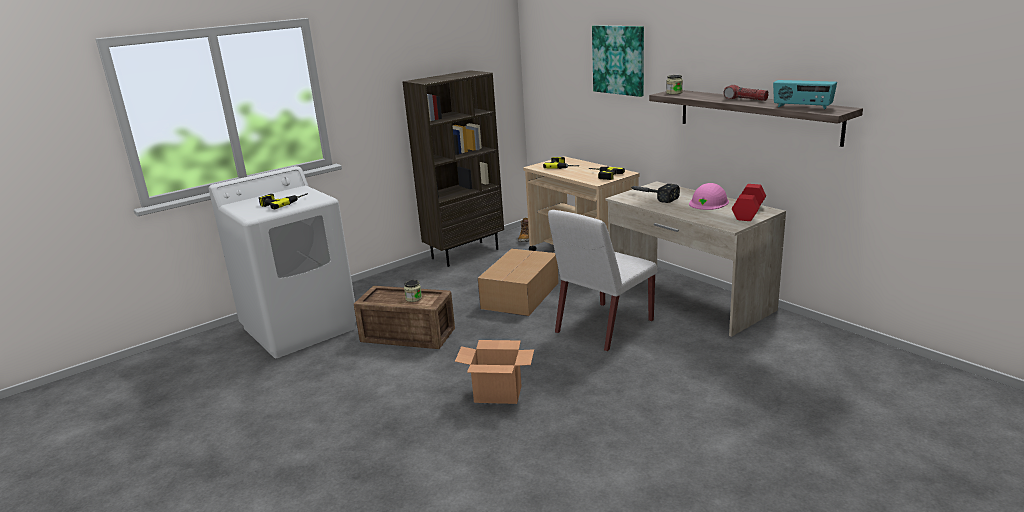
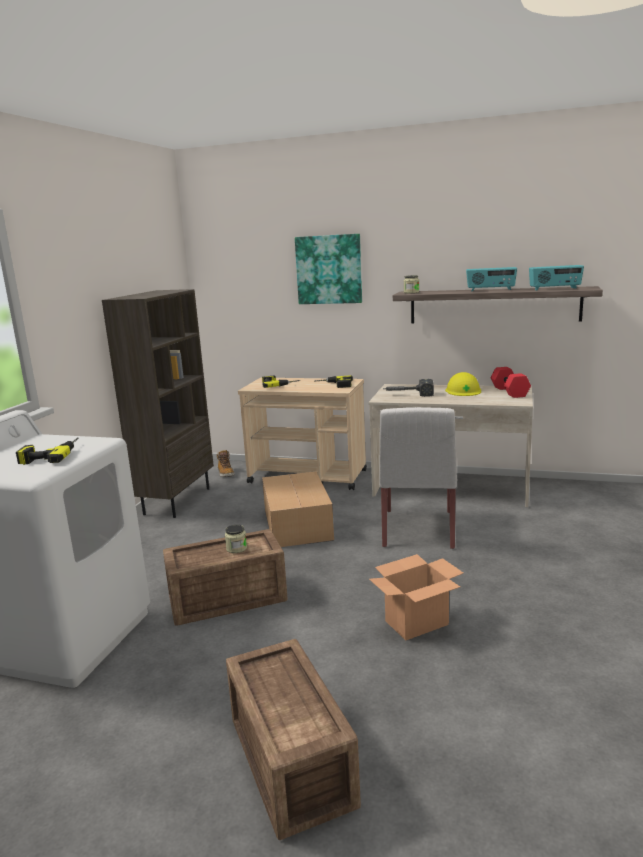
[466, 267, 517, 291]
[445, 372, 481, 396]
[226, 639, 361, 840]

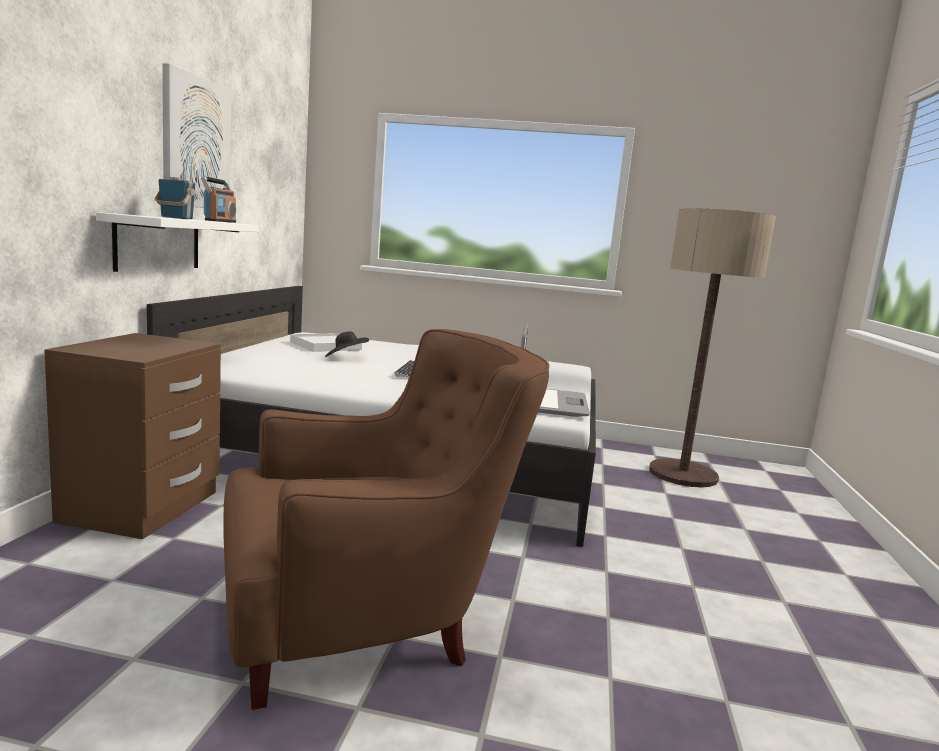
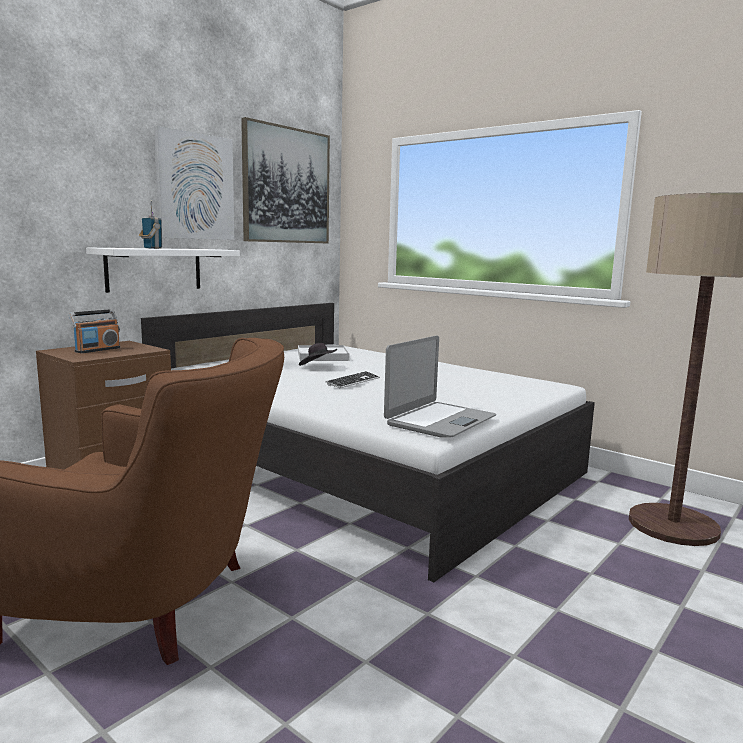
[69, 309, 120, 353]
[241, 117, 330, 243]

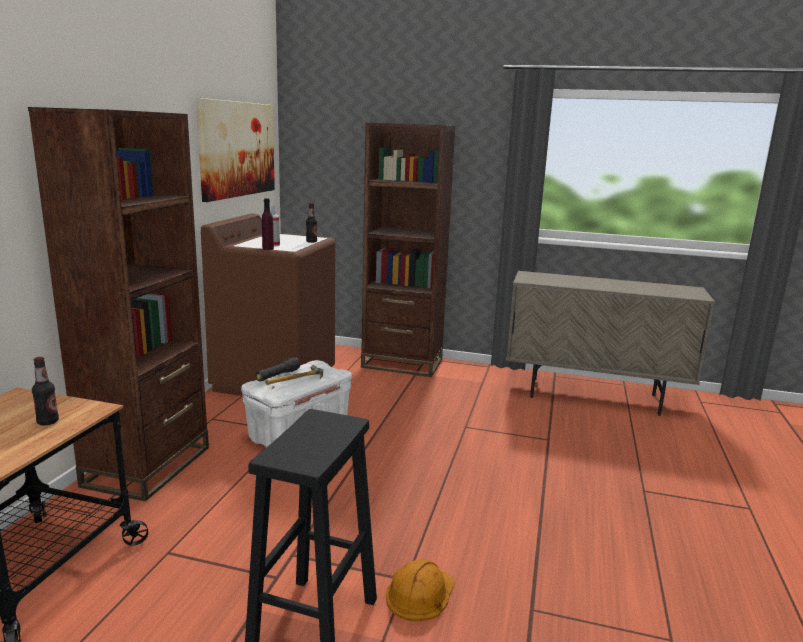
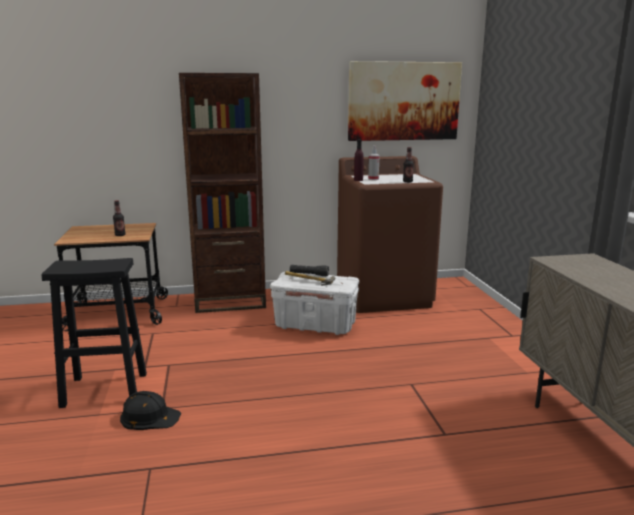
[361, 123, 456, 377] (first image)
[120, 391, 181, 430]

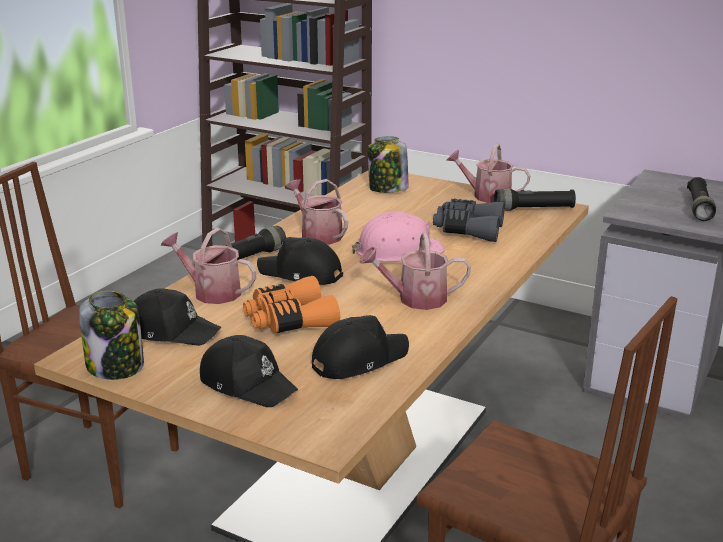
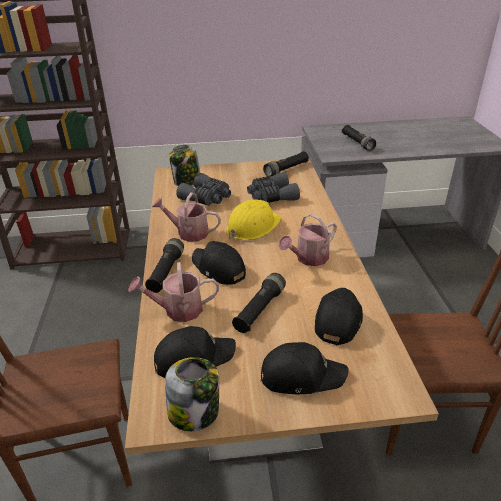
[446, 144, 531, 203] (first image)
[227, 199, 282, 240]
[192, 241, 246, 285]
[232, 273, 286, 333]
[176, 173, 231, 206]

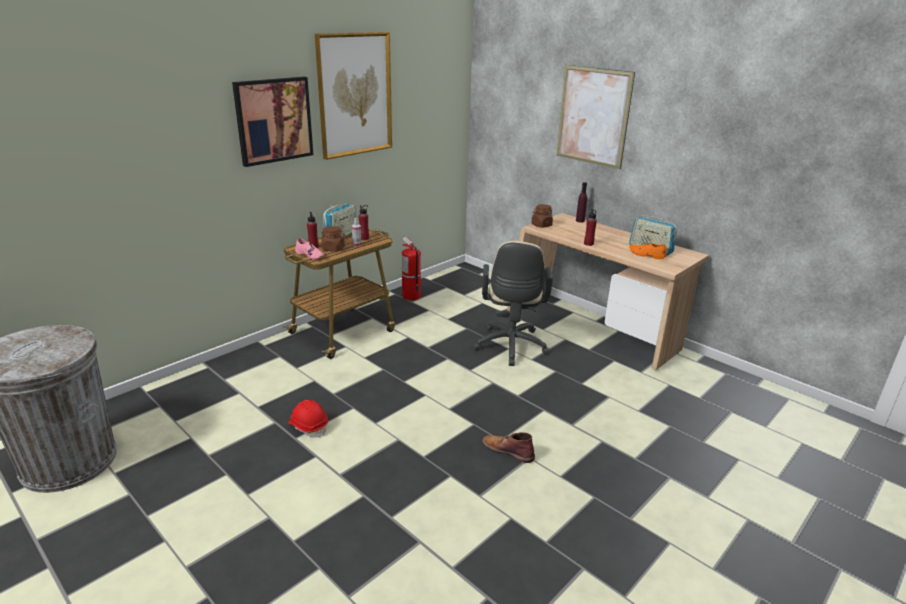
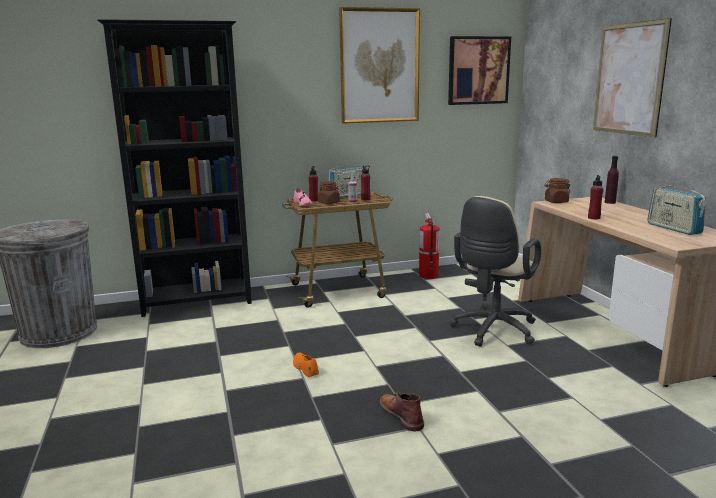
[448, 36, 511, 105]
[293, 352, 319, 377]
[288, 400, 328, 438] (first image)
[98, 19, 252, 317]

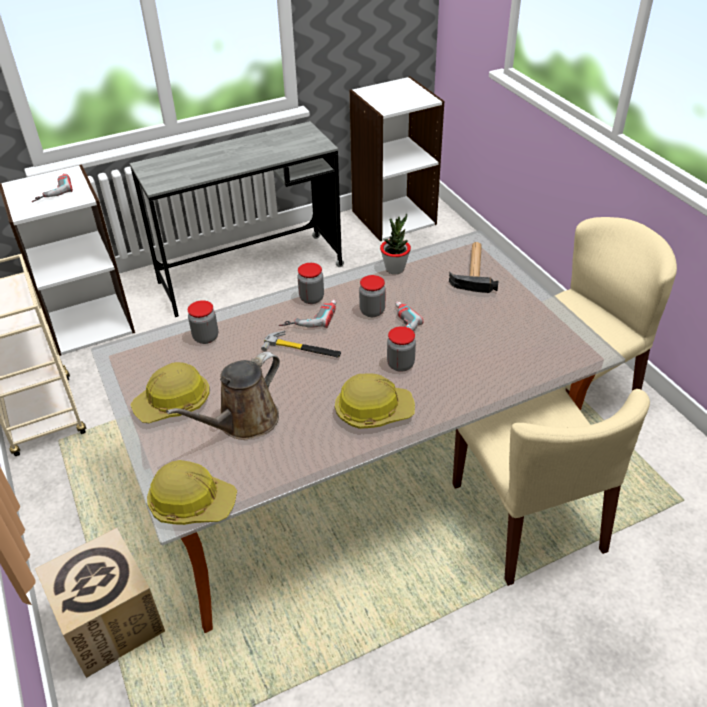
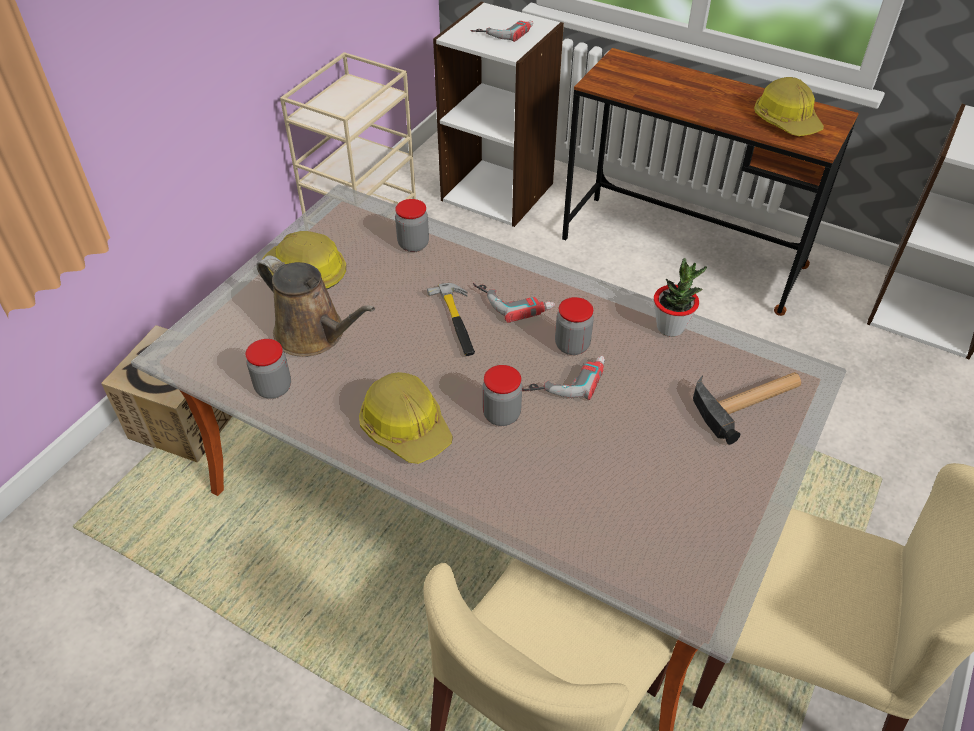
[562, 48, 859, 316]
[246, 339, 291, 399]
[257, 255, 375, 357]
[754, 77, 824, 136]

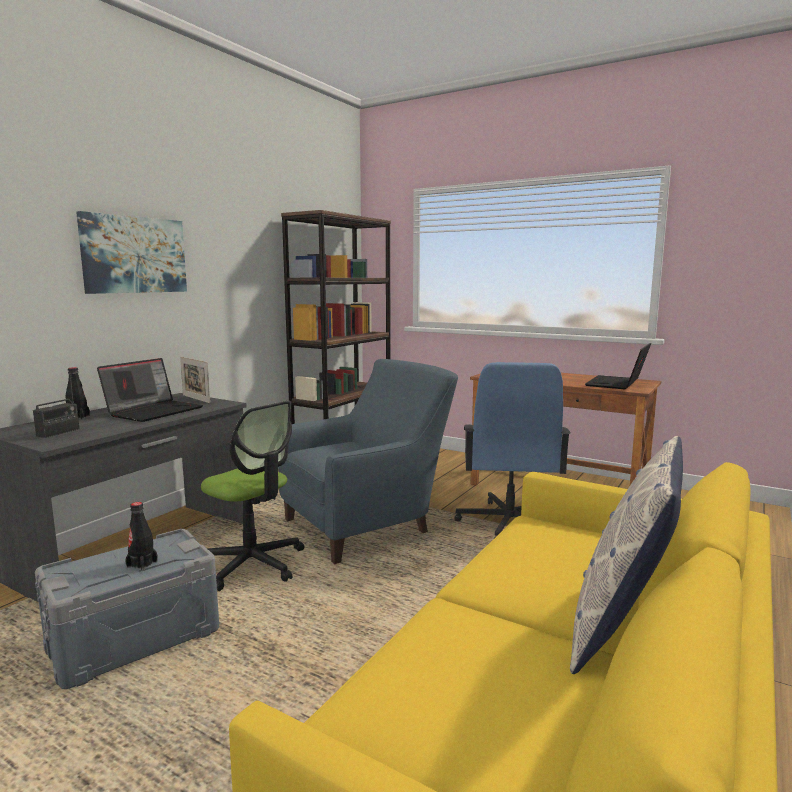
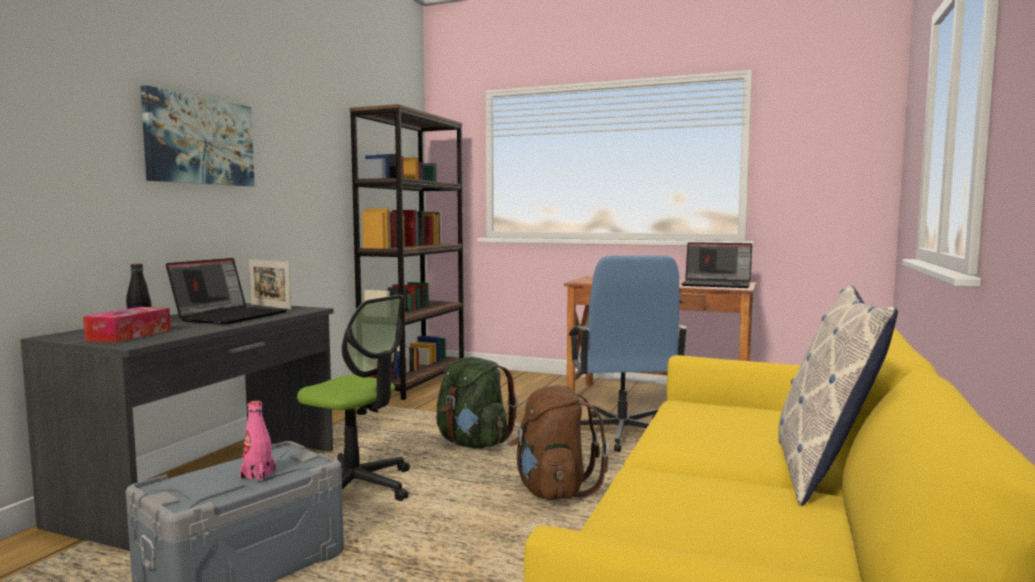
[681, 242, 752, 288]
[436, 357, 518, 448]
[83, 307, 171, 343]
[240, 401, 275, 481]
[508, 385, 609, 500]

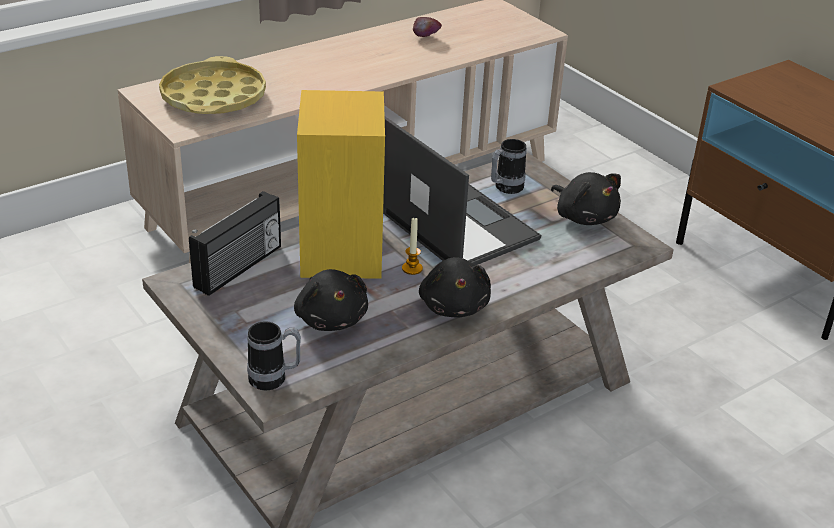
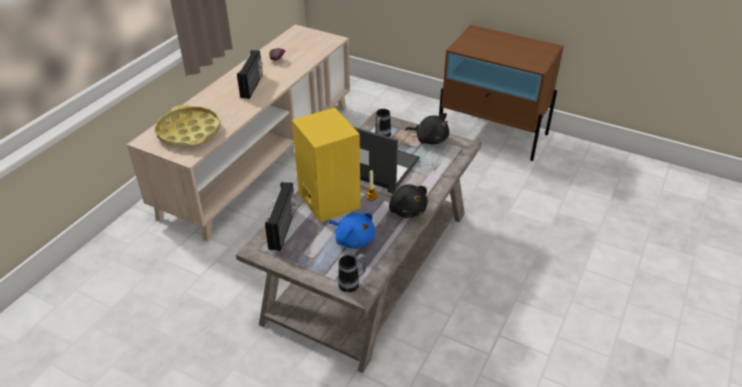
[329, 213, 375, 249]
[237, 50, 263, 99]

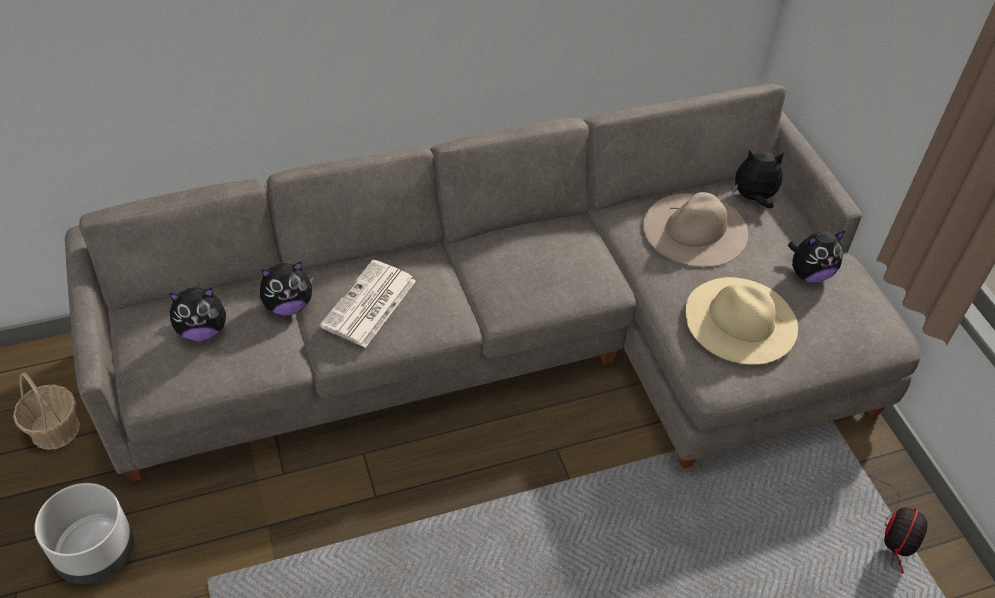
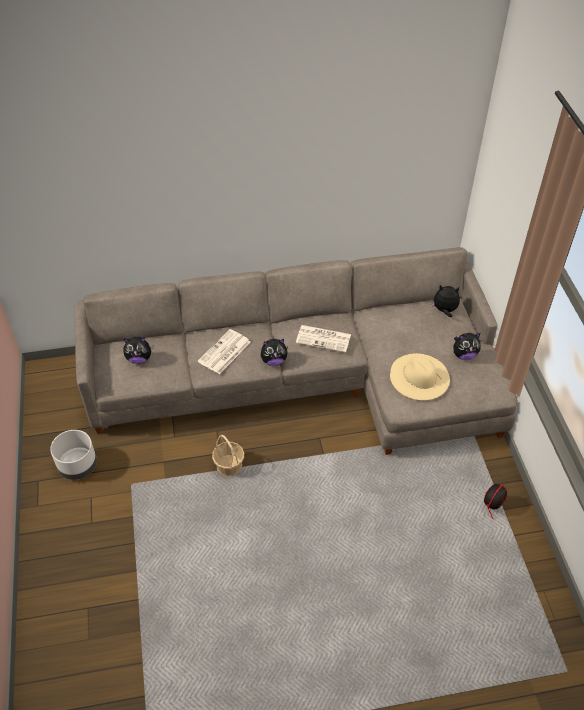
[643, 192, 748, 267] (first image)
[261, 339, 288, 366]
[212, 435, 244, 476]
[296, 325, 351, 353]

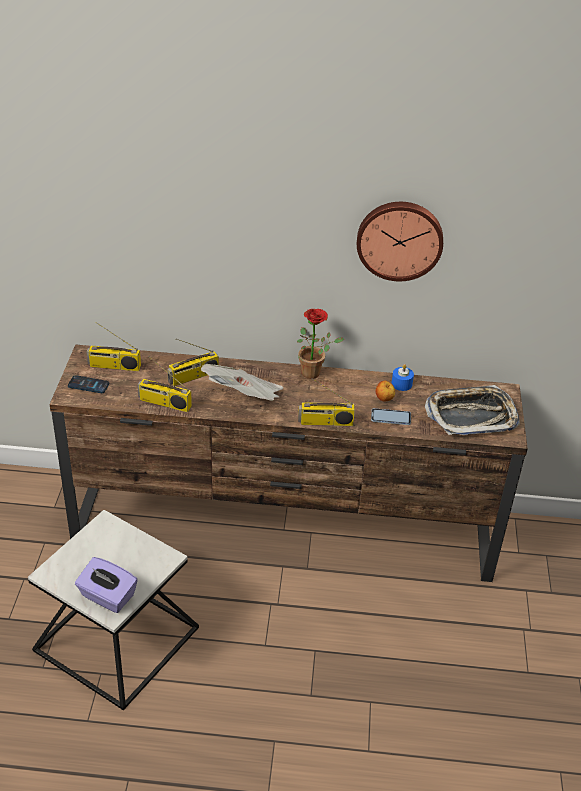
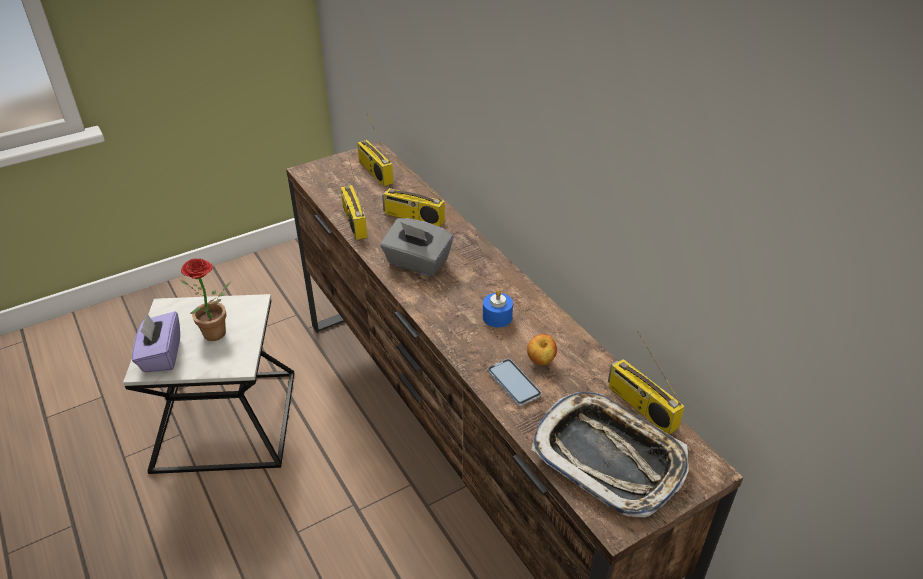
[357, 202, 443, 281] (first image)
[181, 258, 231, 341]
[380, 218, 453, 276]
[483, 290, 513, 327]
[68, 375, 109, 393] (first image)
[608, 331, 685, 435]

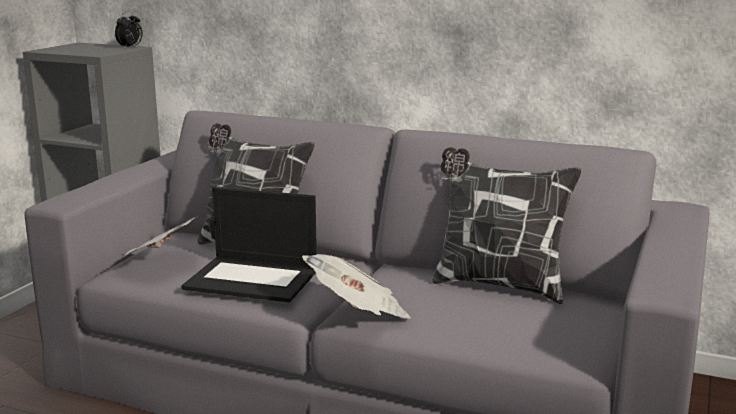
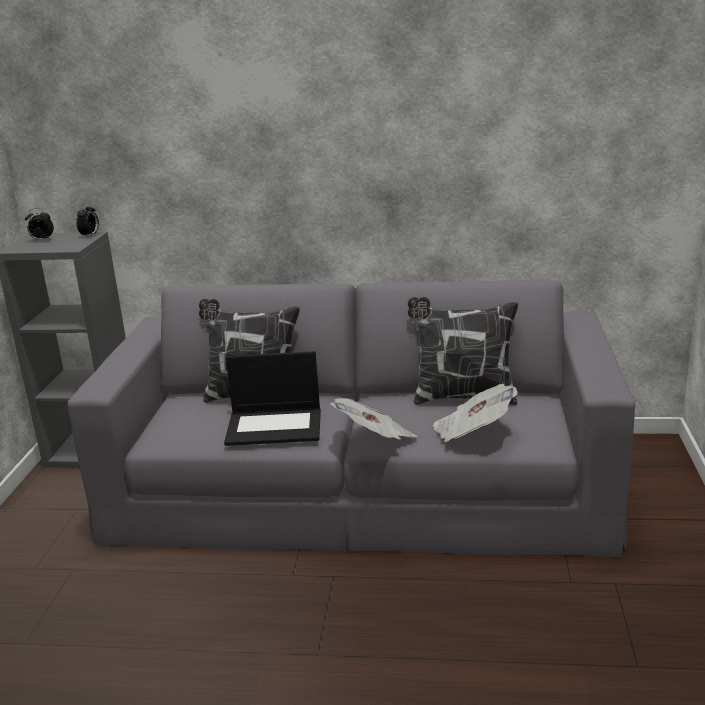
[433, 384, 518, 442]
[25, 208, 54, 241]

